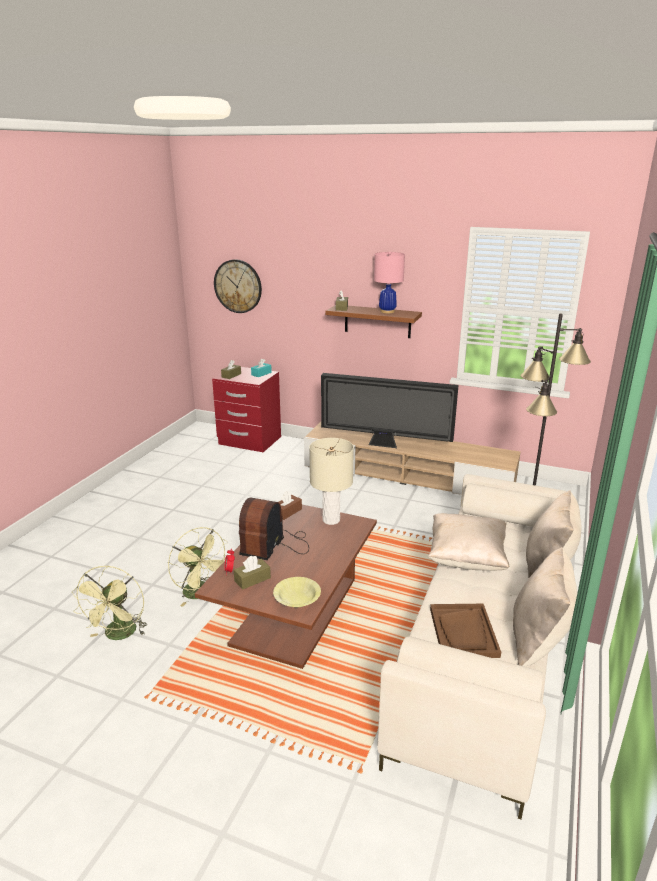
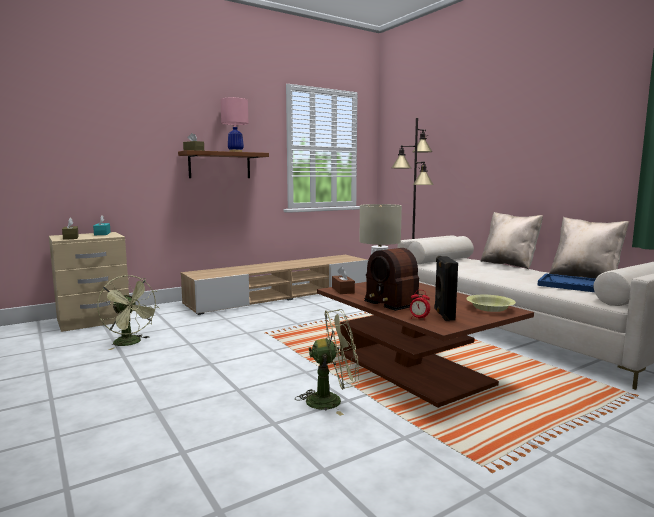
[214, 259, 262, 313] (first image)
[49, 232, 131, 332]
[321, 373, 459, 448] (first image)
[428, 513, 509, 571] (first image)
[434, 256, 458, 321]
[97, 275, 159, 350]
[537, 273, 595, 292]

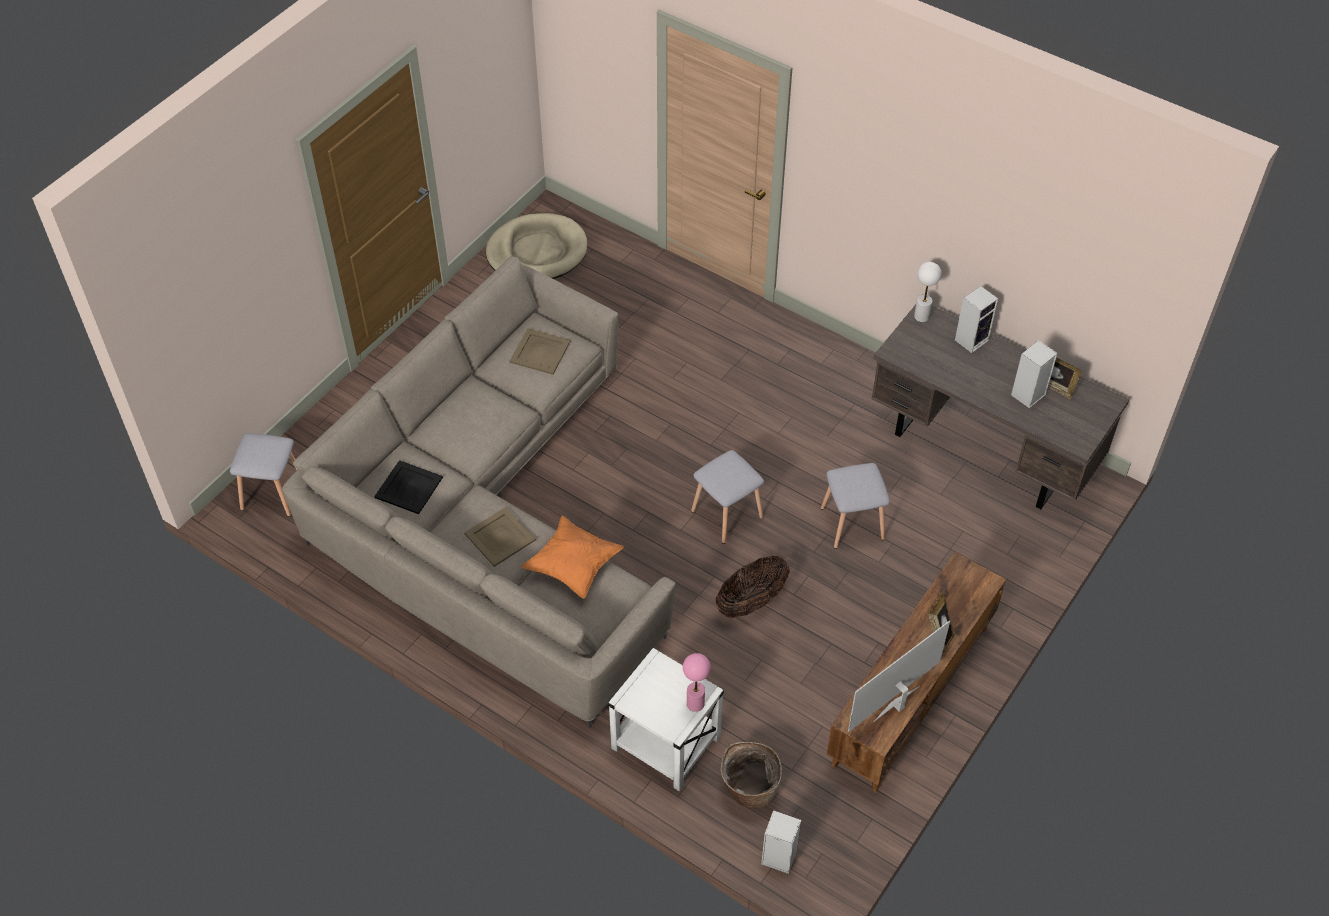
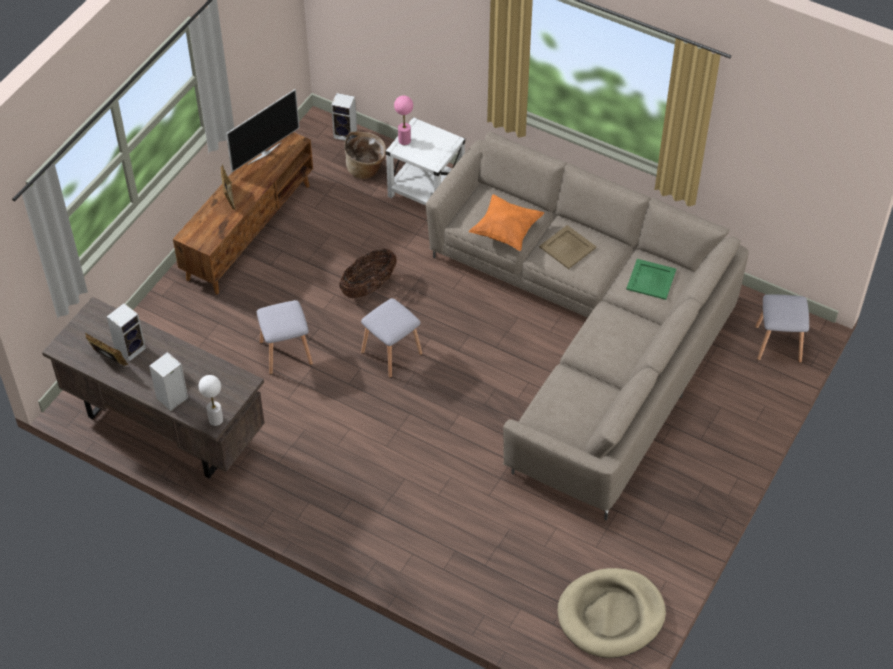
[509, 328, 571, 375] (first image)
[626, 259, 676, 300]

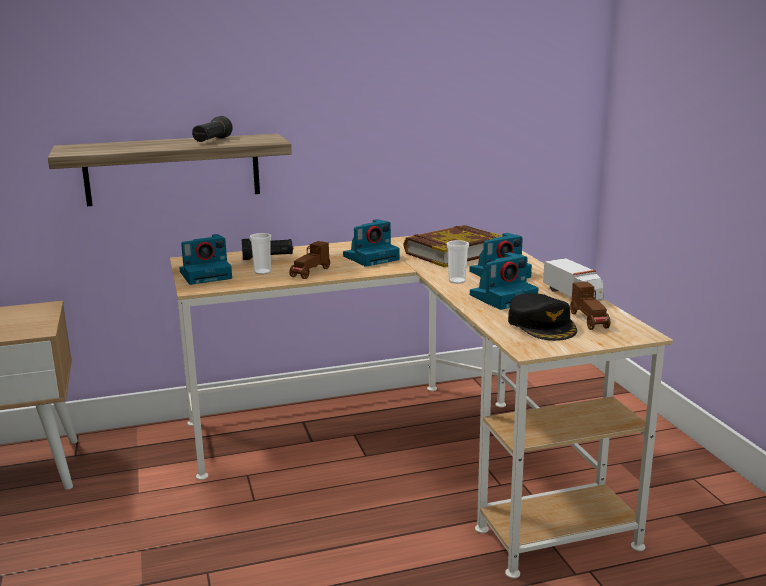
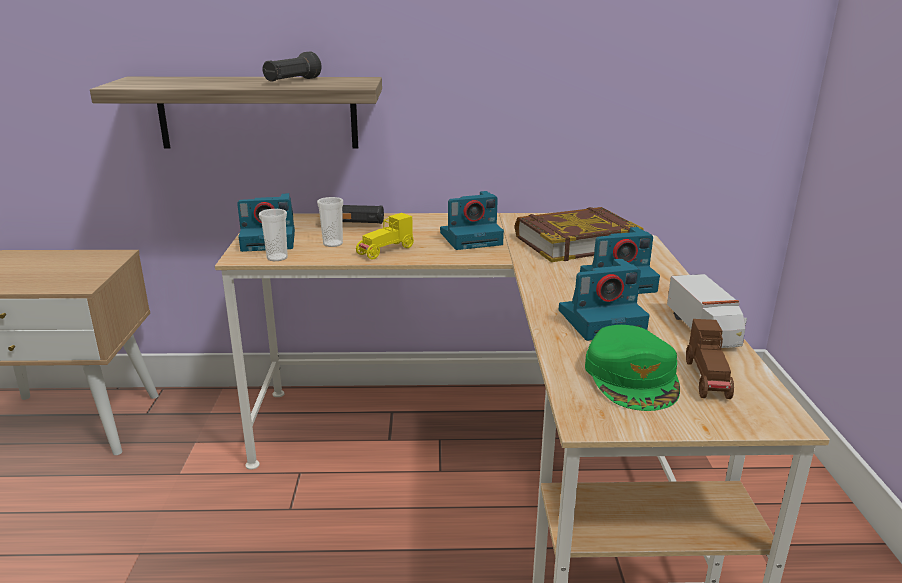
[259, 209, 288, 261]
[356, 213, 414, 259]
[585, 325, 680, 411]

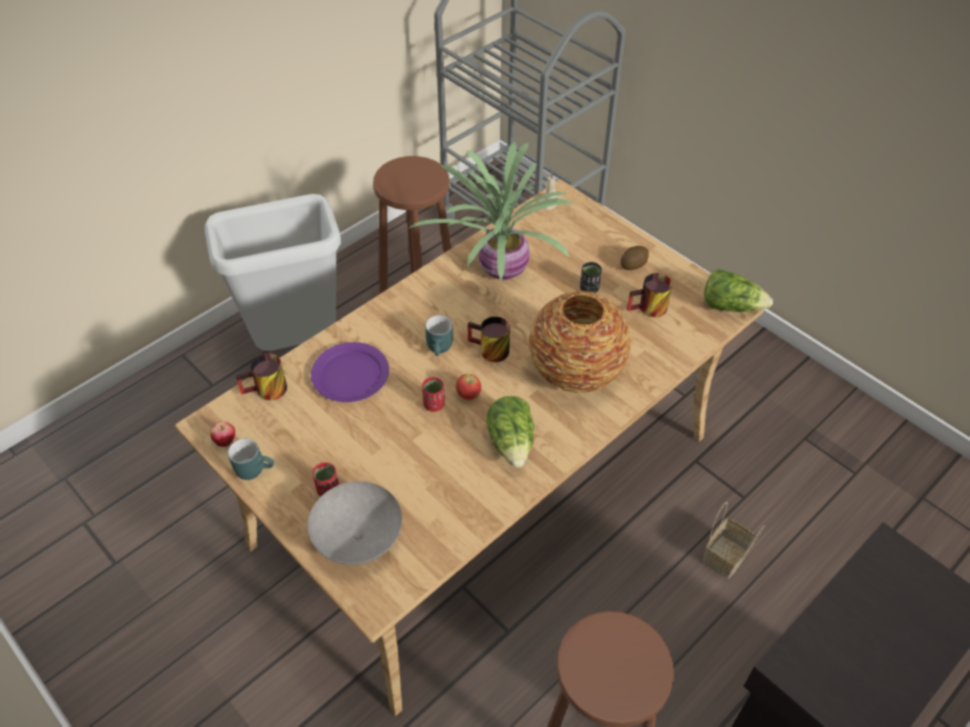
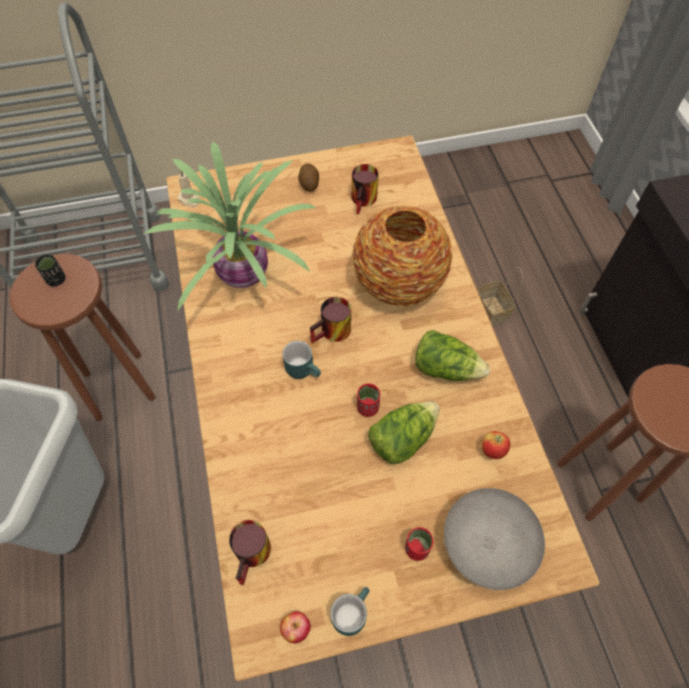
[35, 255, 66, 286]
[368, 402, 440, 464]
[311, 342, 389, 402] (first image)
[482, 431, 510, 459]

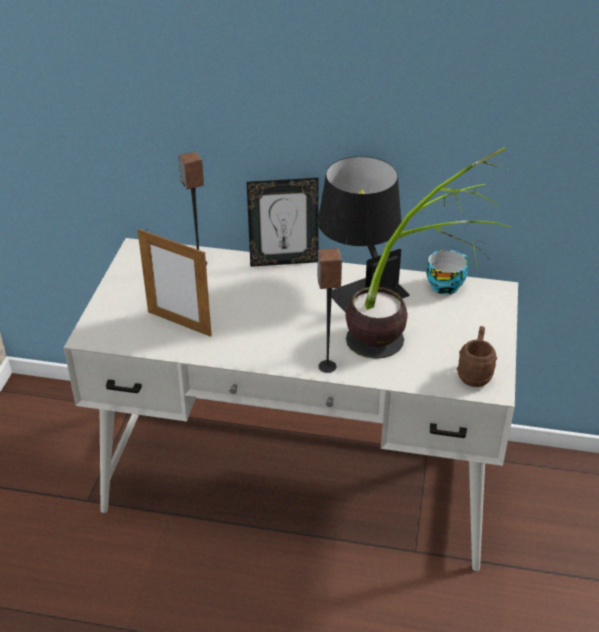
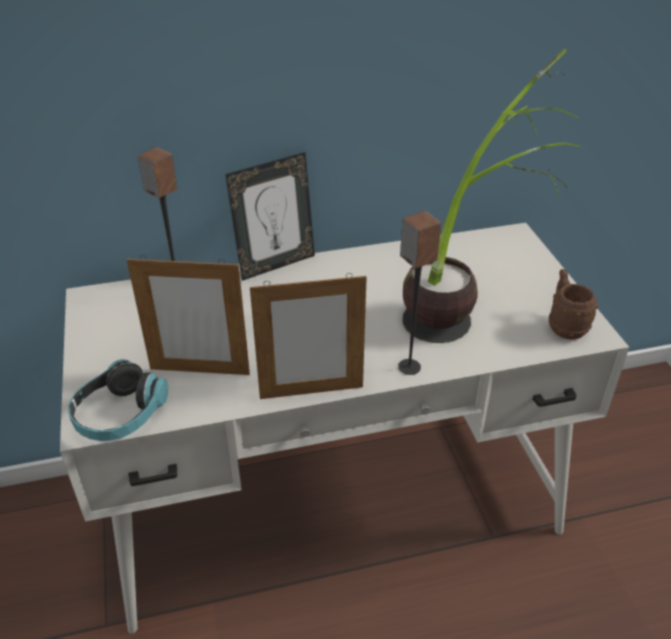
[318, 156, 410, 313] (first image)
[426, 250, 468, 295] (first image)
[250, 273, 367, 399]
[68, 359, 168, 441]

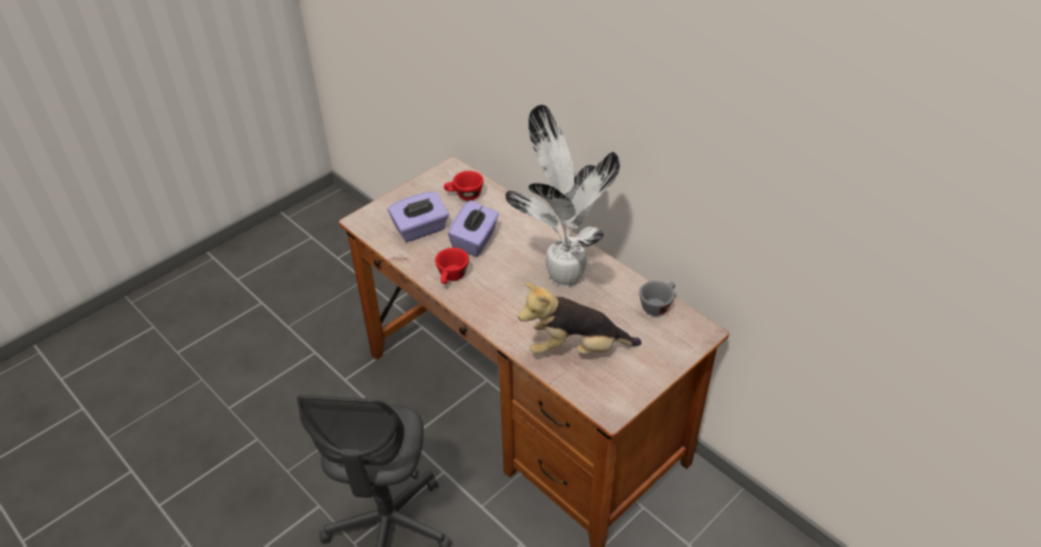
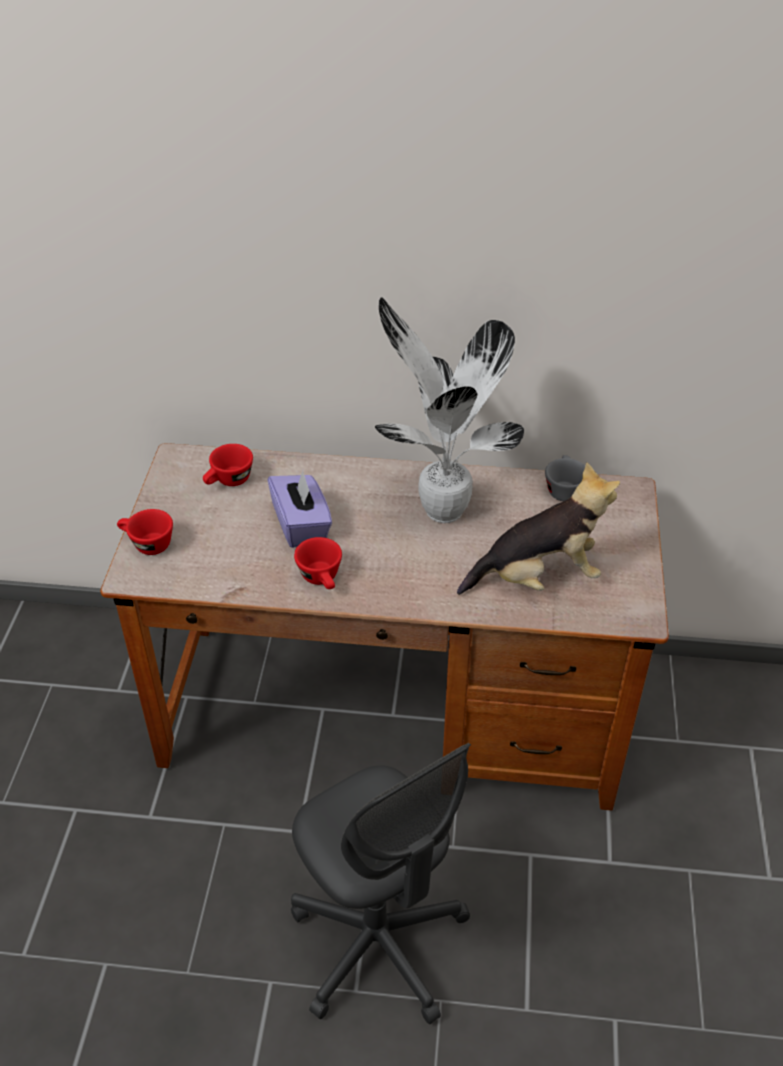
[388, 192, 449, 242] (first image)
[457, 462, 620, 595]
[117, 509, 173, 555]

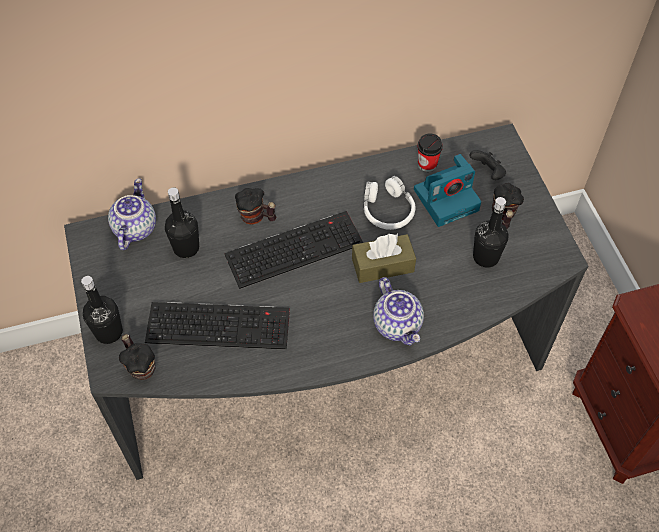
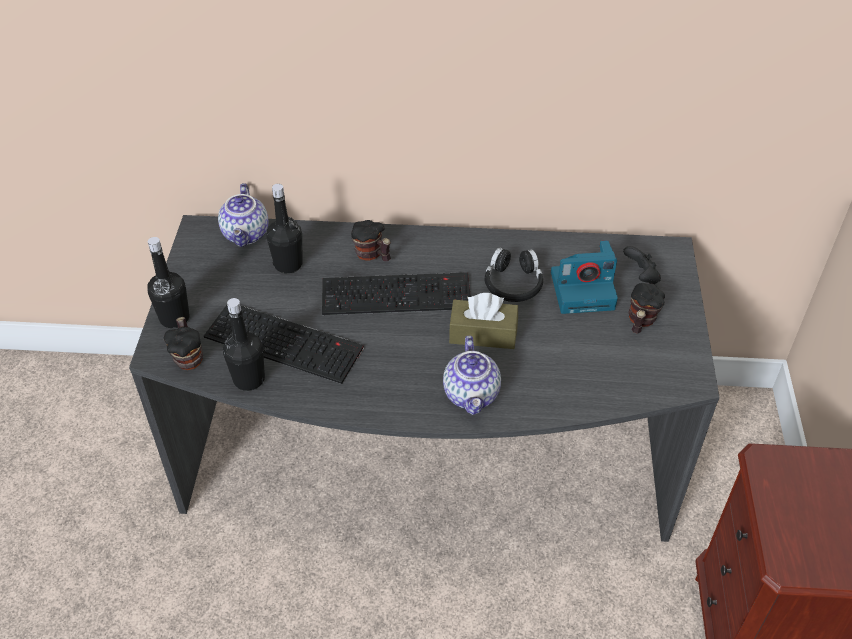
[417, 134, 443, 172] (first image)
[485, 248, 543, 302]
[218, 183, 268, 247]
[223, 298, 265, 391]

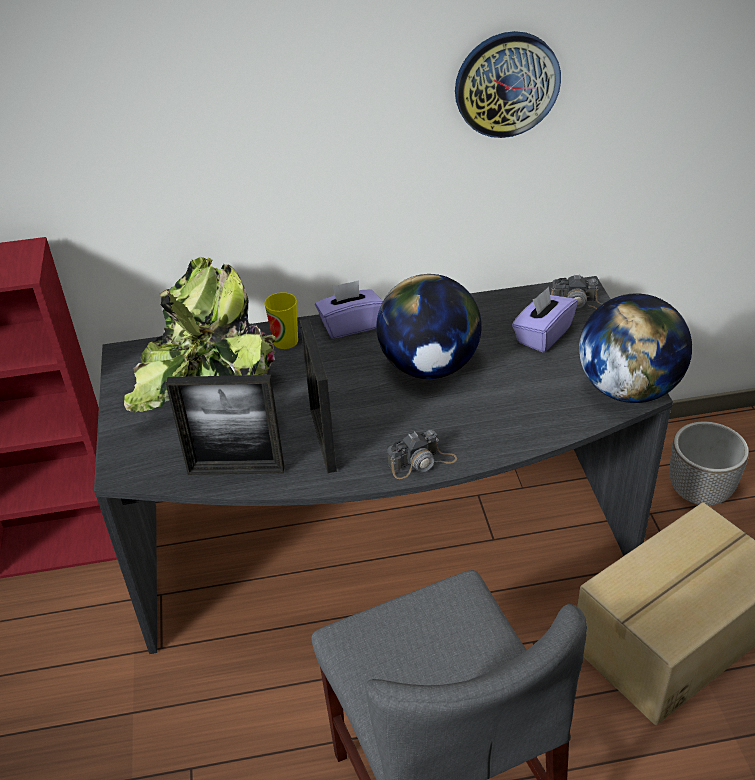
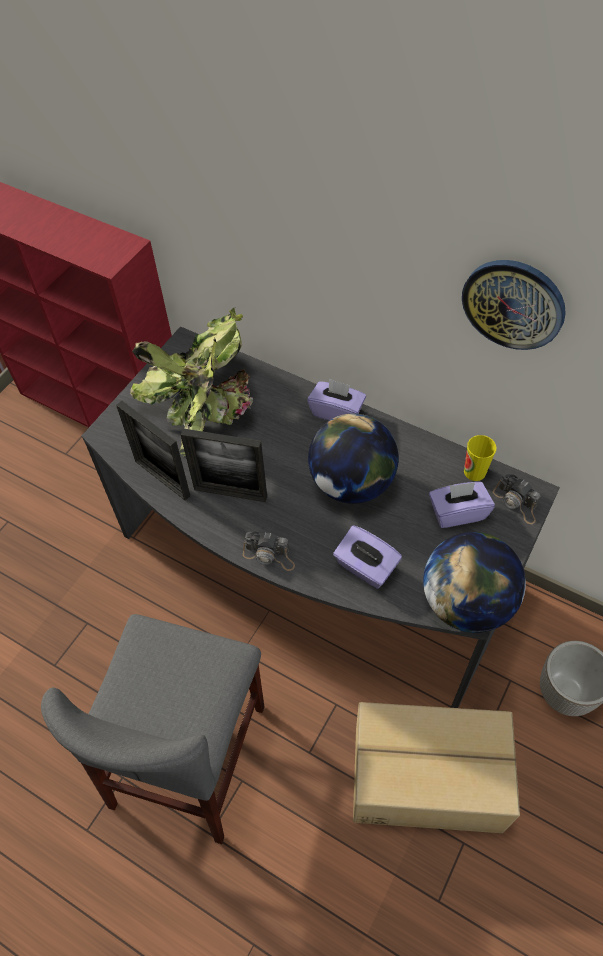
[464, 435, 497, 481]
[181, 428, 267, 502]
[333, 525, 402, 589]

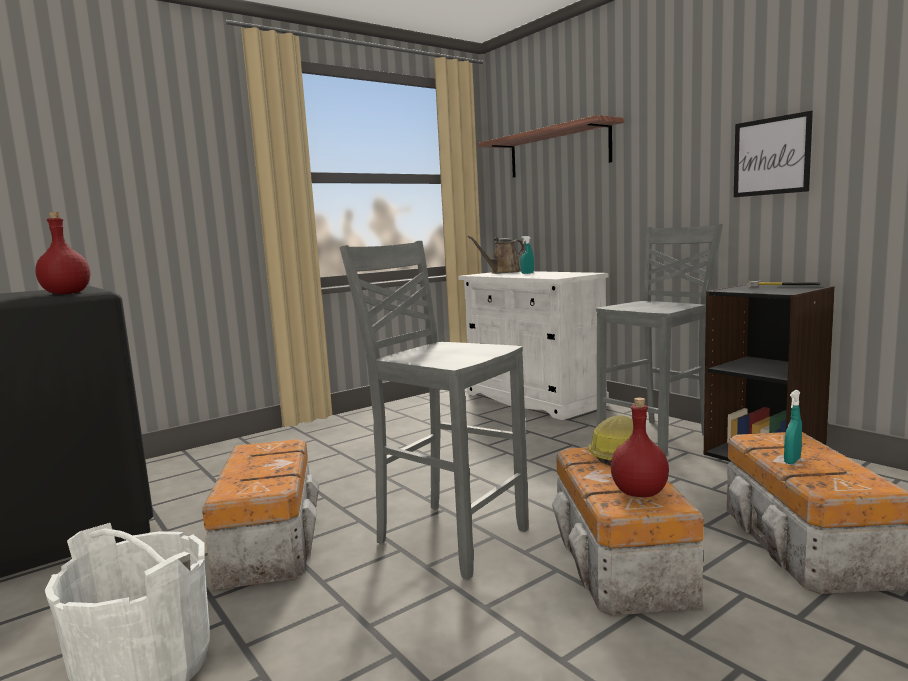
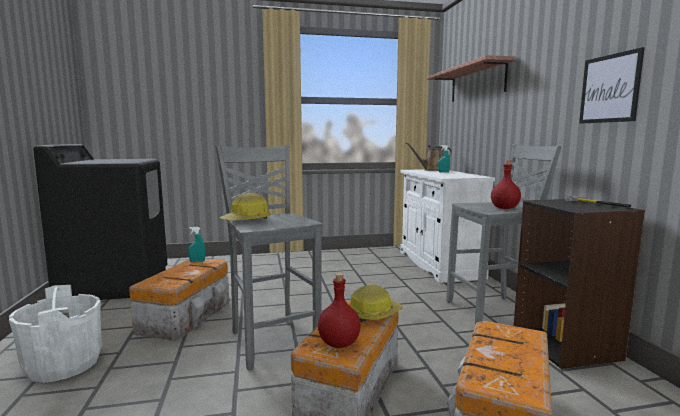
[491, 161, 521, 209]
[188, 227, 205, 262]
[219, 193, 270, 221]

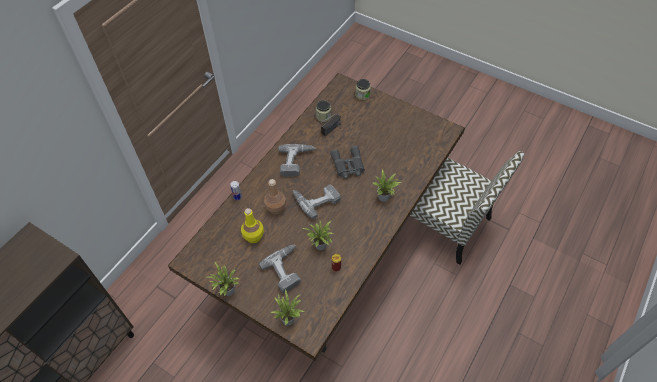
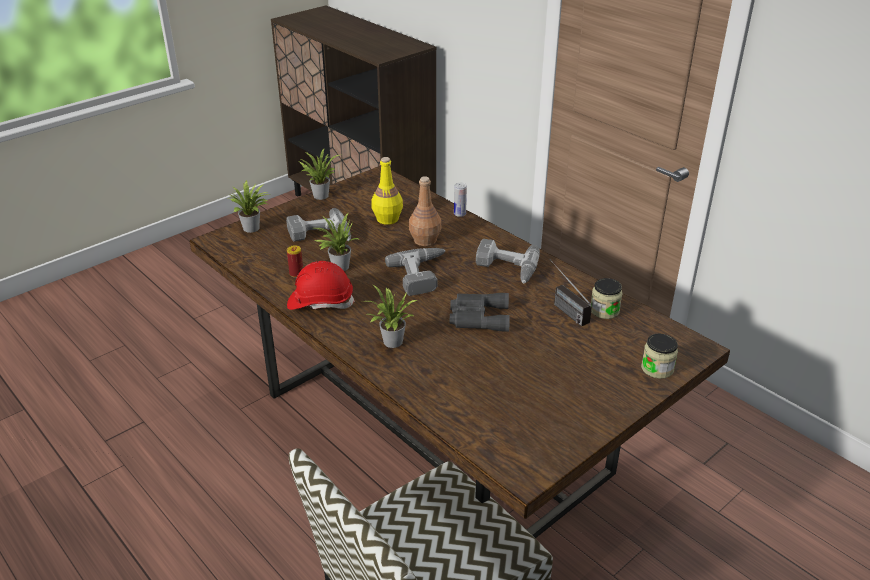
[287, 261, 355, 310]

